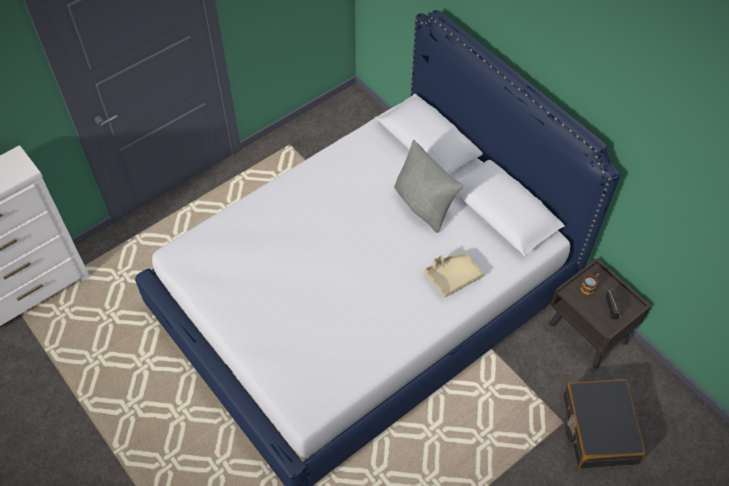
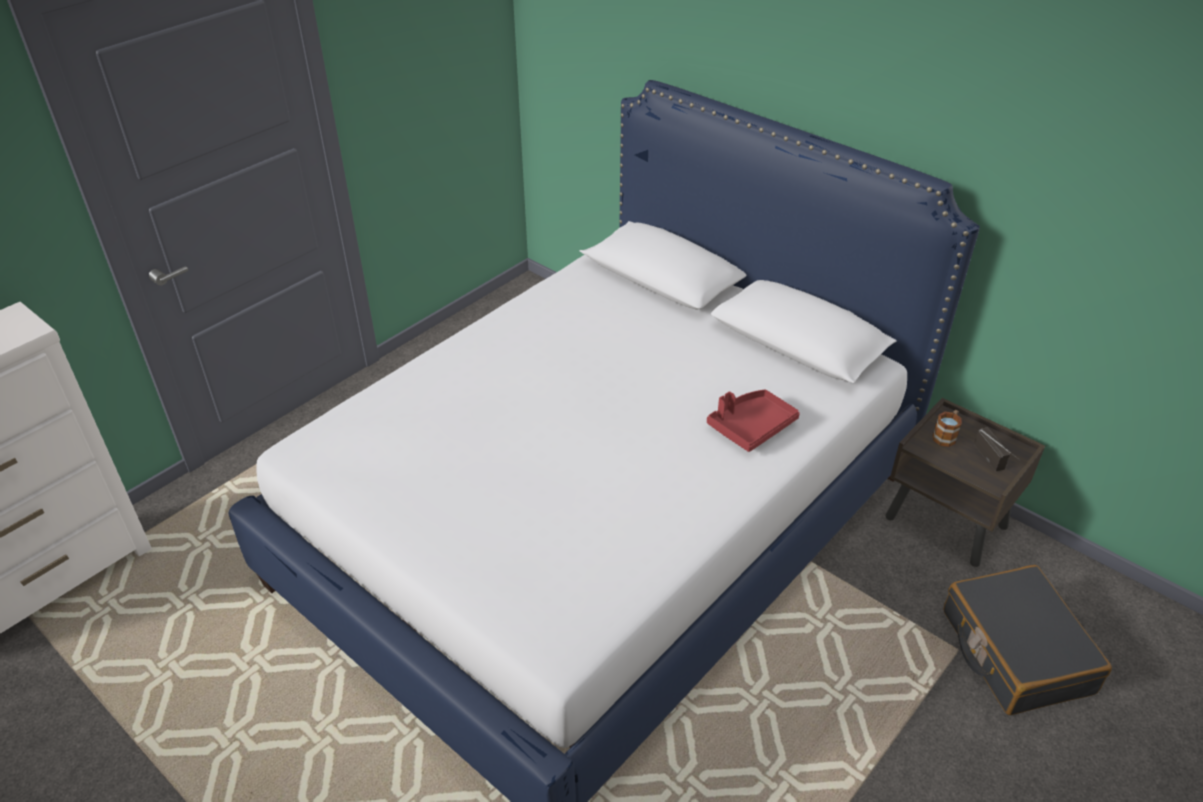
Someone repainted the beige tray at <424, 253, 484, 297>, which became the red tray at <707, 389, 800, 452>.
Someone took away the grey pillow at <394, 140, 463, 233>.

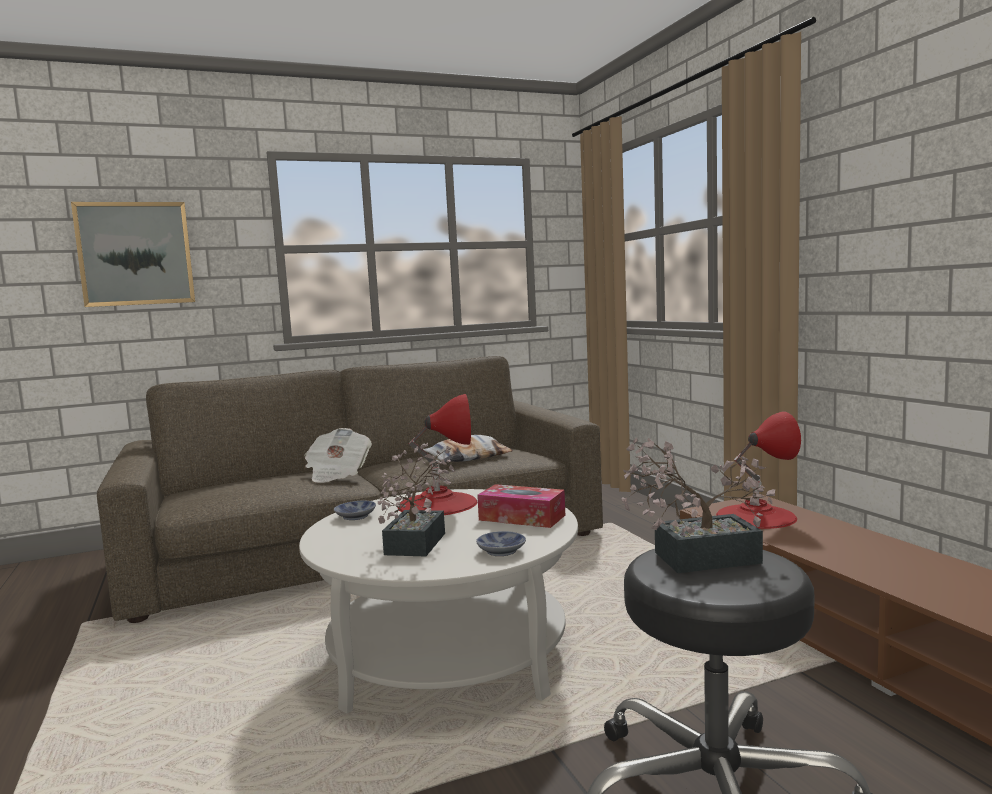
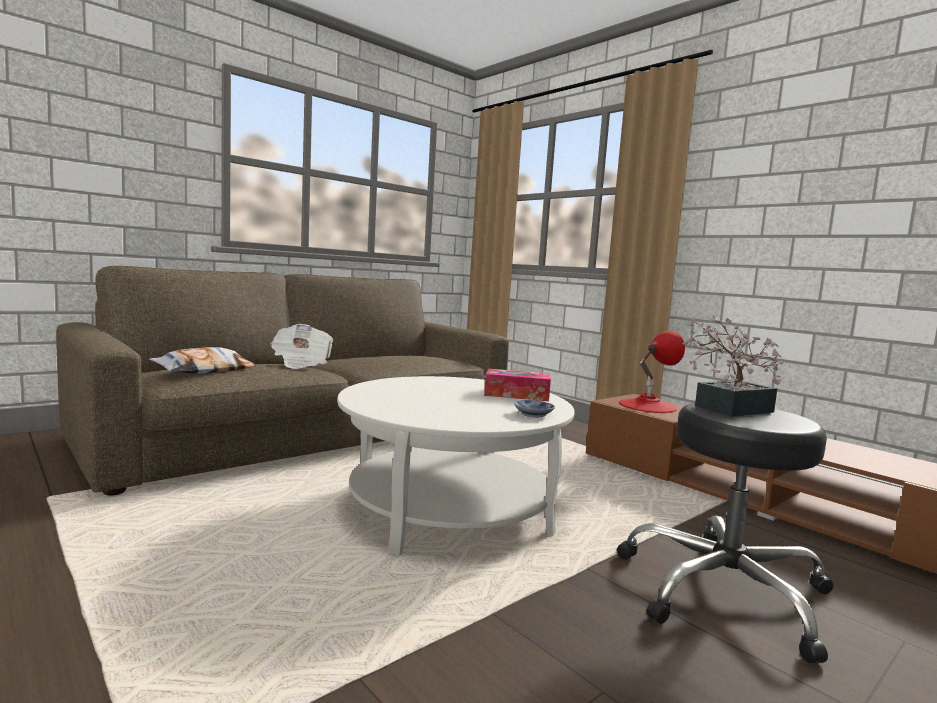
Someone carried the pillow from <423, 435, 513, 462> to <149, 347, 256, 374>.
Someone took away the picture at <71, 202, 195, 307>.
Someone took away the bowl at <334, 501, 376, 520>.
Someone took away the potted plant at <378, 443, 455, 557>.
Someone took away the red table lamp at <398, 394, 477, 515>.

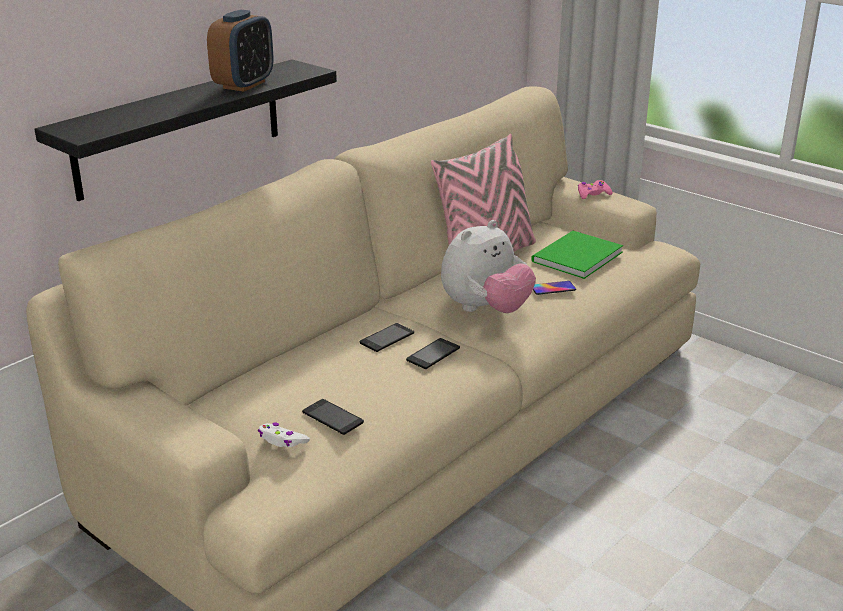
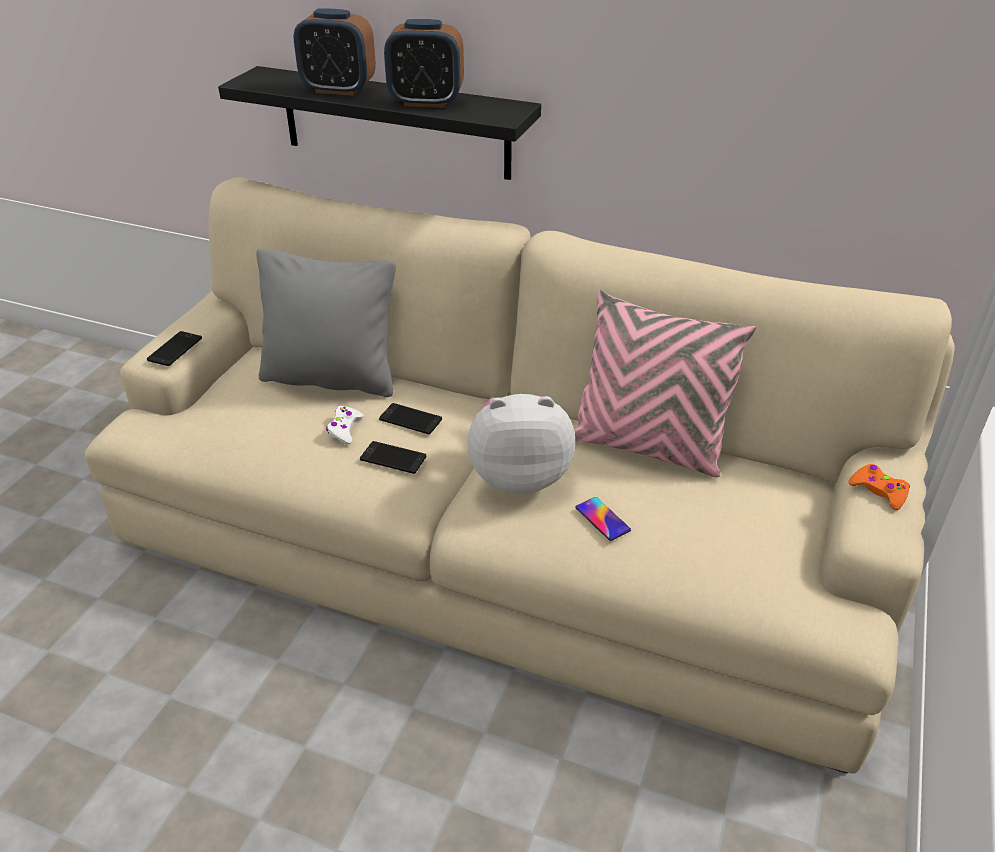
Someone carried the phone from <302, 399, 364, 435> to <147, 331, 202, 366>.
Someone put down the grey pillow at <256, 248, 396, 397>.
Someone put down the alarm clock at <294, 8, 376, 96>.
Someone carried the white game controller from <258, 423, 310, 447> to <326, 406, 363, 444>.
Someone rotated the plush toy at <441, 220, 536, 313> by 150 degrees clockwise.
Someone repainted the pink game controller at <578, 180, 613, 199>, which became the orange game controller at <849, 464, 910, 510>.
Someone took away the green book at <531, 231, 623, 279>.

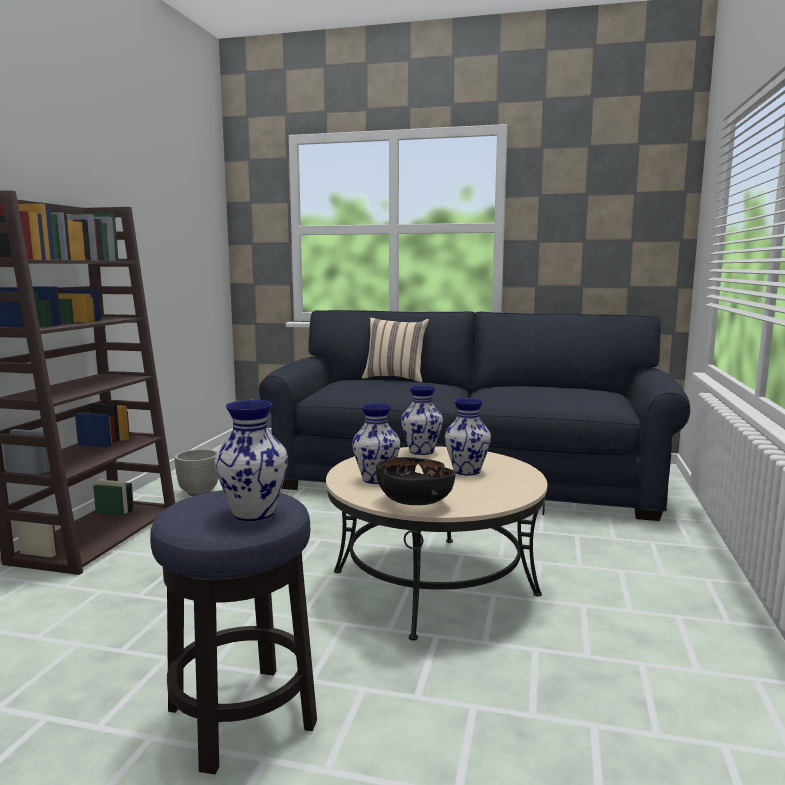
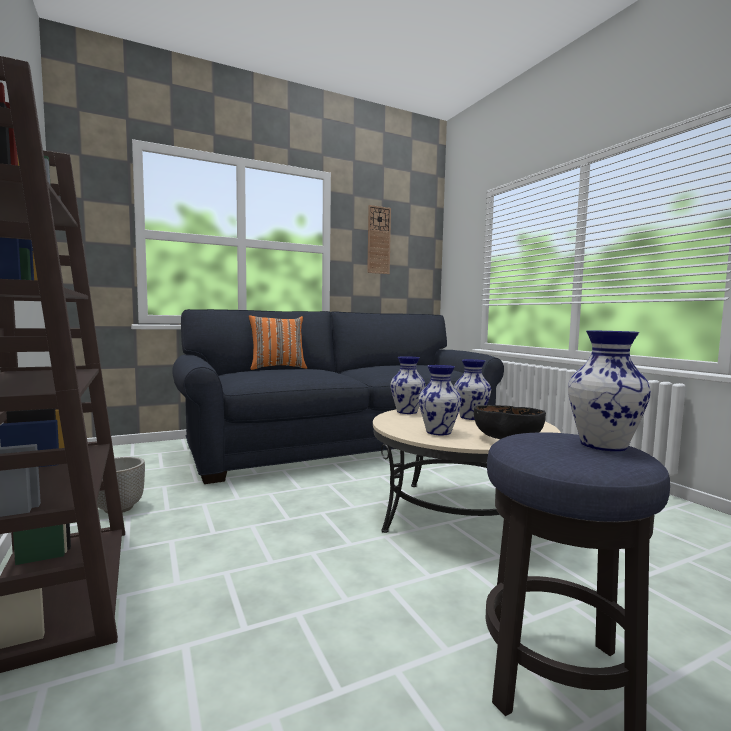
Someone repainted the beige pillow at <362, 318, 429, 383>, which became the orange pillow at <248, 315, 307, 370>.
Someone put up the wall clock at <367, 205, 391, 274>.

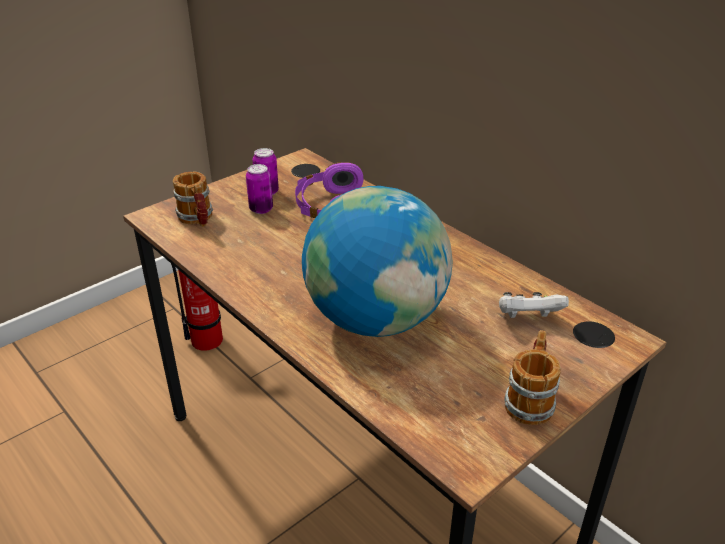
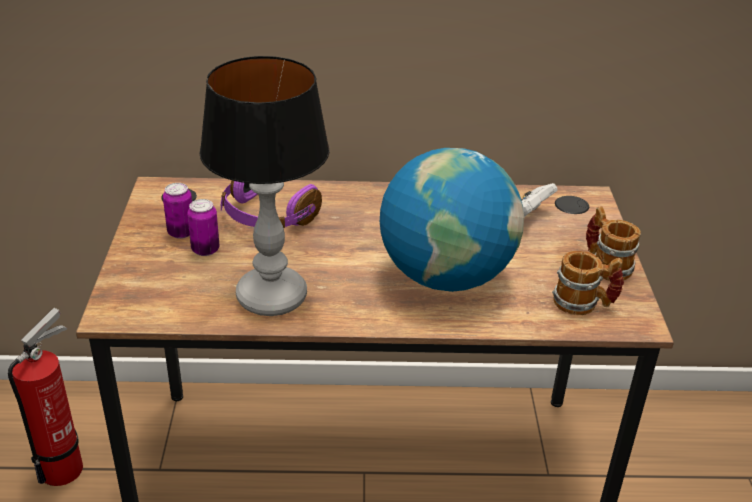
Someone put down the table lamp at <199, 56, 329, 316>.
Someone carried the mug from <173, 171, 213, 227> to <552, 251, 624, 315>.

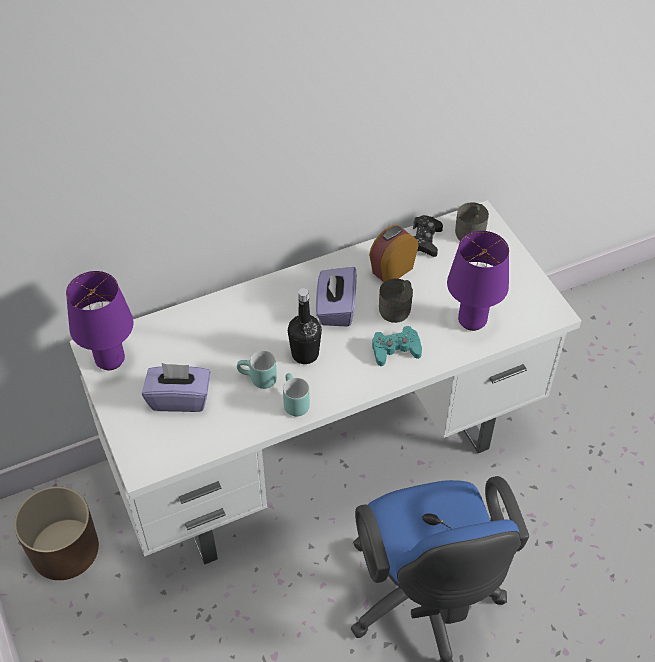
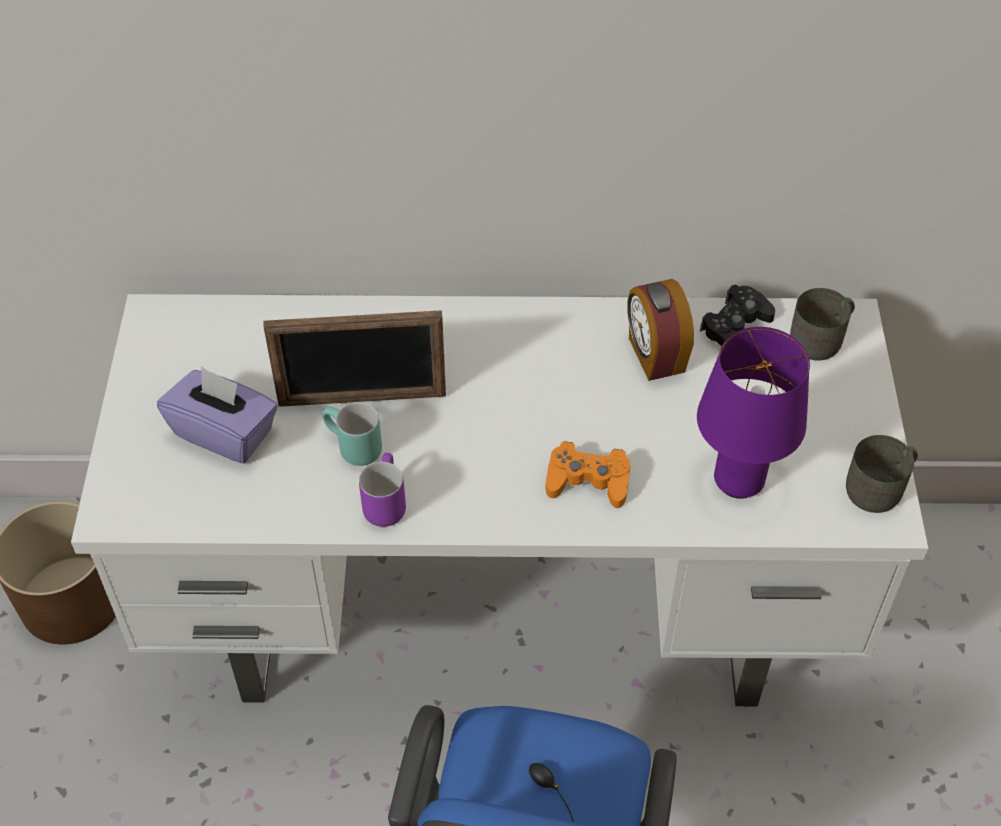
Someone put down the picture frame at <263, 310, 446, 407>.
Someone repainted the turquoise mug at <283, 373, 310, 416>, which became the purple mug at <359, 453, 406, 527>.
Someone repainted the turquoise game controller at <372, 326, 422, 366>, which became the orange game controller at <546, 441, 630, 508>.
Someone rotated the alarm clock at <369, 225, 419, 282> by 90 degrees counterclockwise.
Someone carried the grey mug from <379, 279, 413, 323> to <846, 435, 918, 513>.
Someone took away the purple table lamp at <66, 271, 133, 370>.
Someone took away the black bottle at <288, 288, 322, 364>.
Someone took away the purple tissue box at <316, 267, 357, 327>.

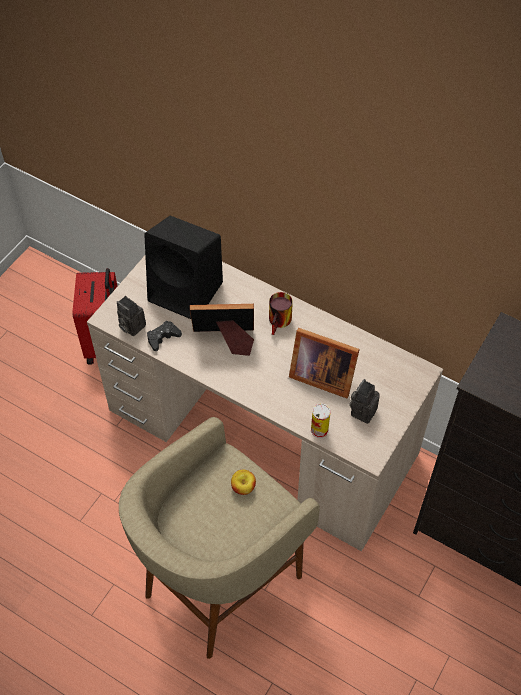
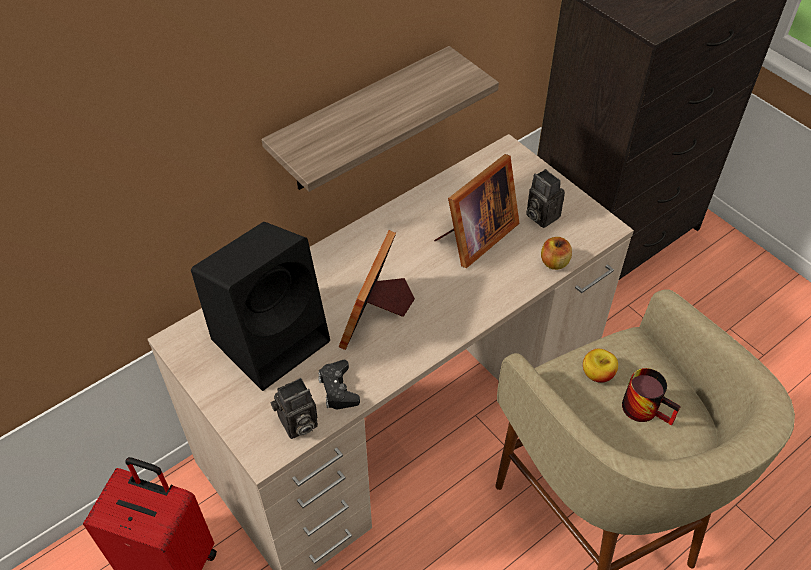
Someone put up the shelf at <262, 46, 499, 192>.
Someone swapped the can at <311, 403, 331, 438> for the apple at <541, 237, 572, 270>.
Someone carried the mug from <269, 292, 293, 335> to <622, 368, 681, 426>.

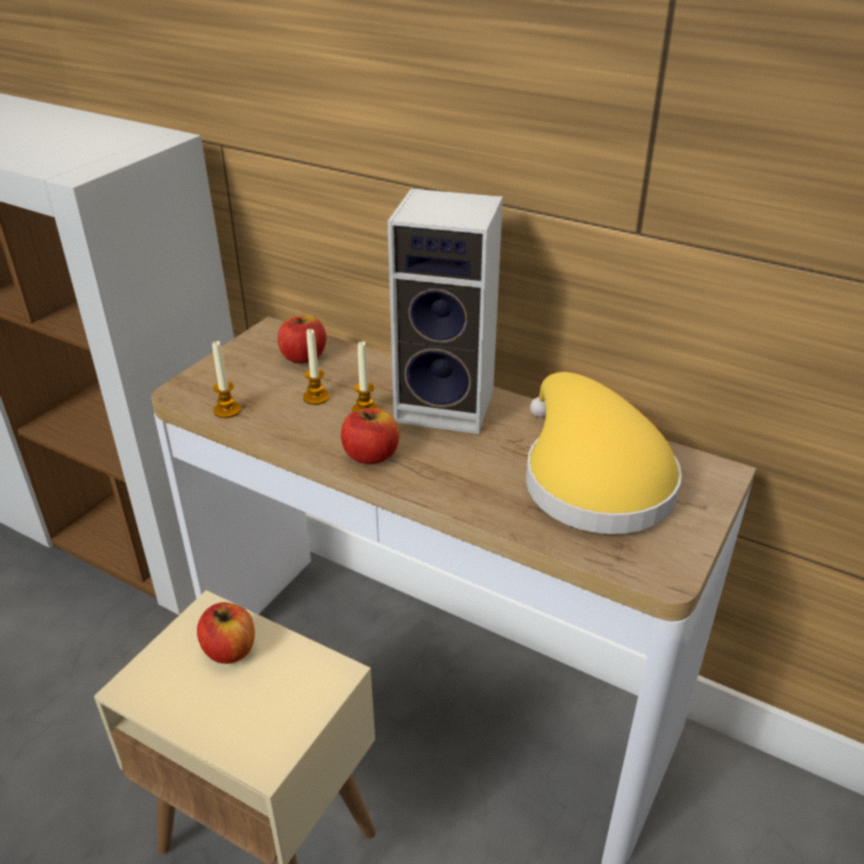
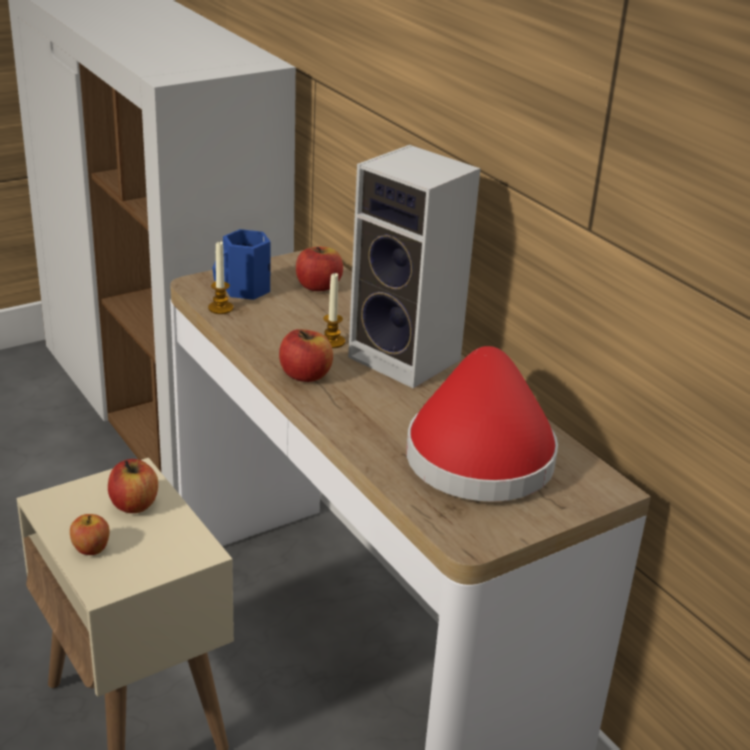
Someone put down the apple at <70, 514, 110, 555>.
Someone put down the blue mug at <212, 229, 271, 300>.
Someone repainted the yellow hat at <526, 372, 682, 534>, which became the red hat at <406, 346, 558, 502>.
Someone took away the candle at <303, 329, 330, 405>.

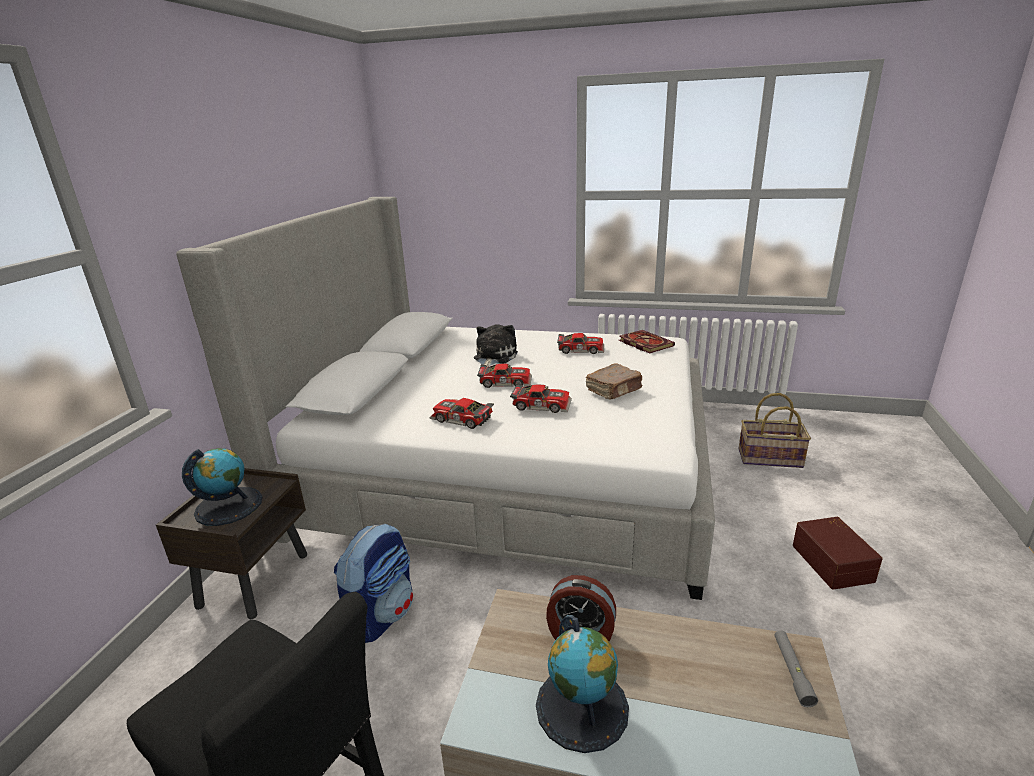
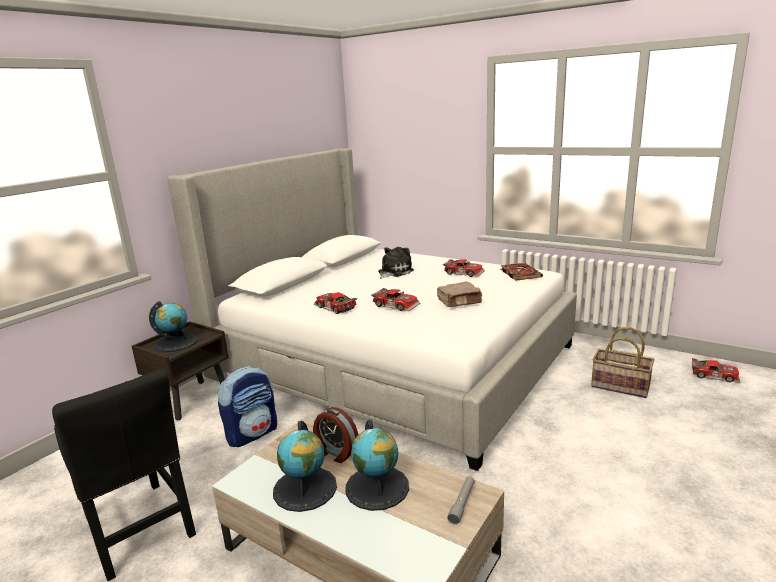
Someone put down the globe at <345, 419, 409, 511>.
Someone carried the toy car from <477, 364, 532, 388> to <692, 358, 740, 383>.
Someone took away the brown storage box at <793, 517, 883, 590>.

